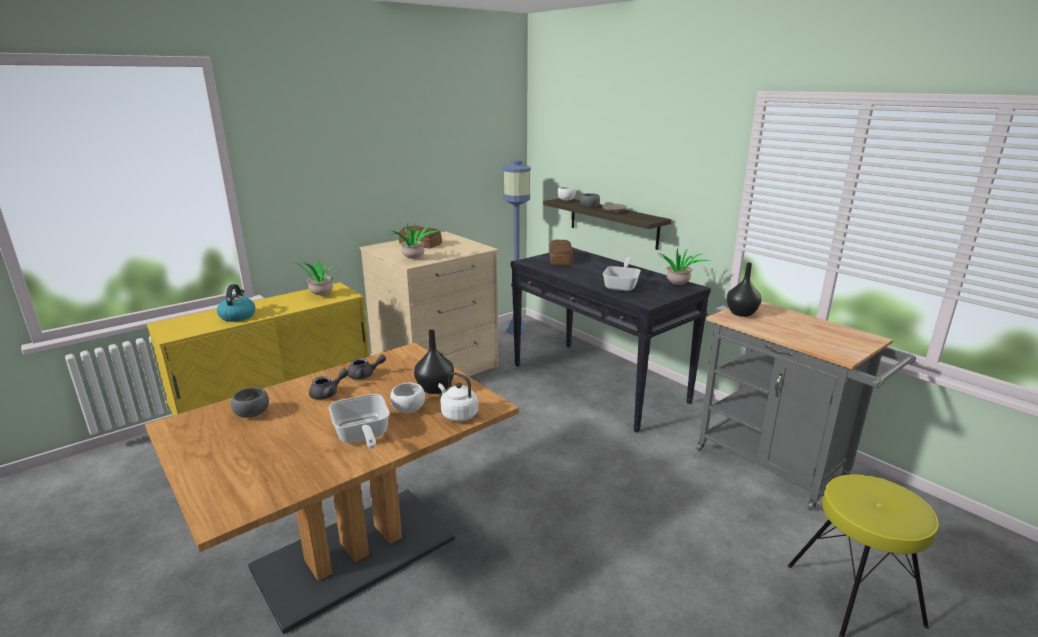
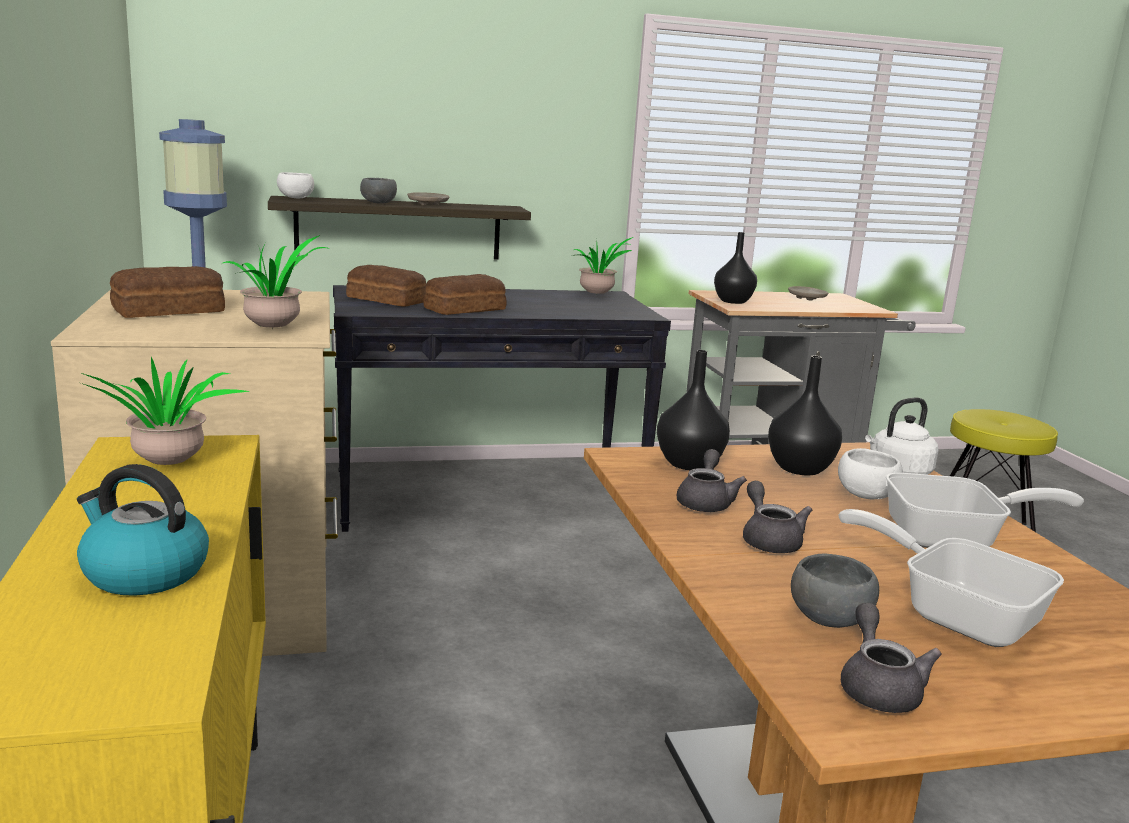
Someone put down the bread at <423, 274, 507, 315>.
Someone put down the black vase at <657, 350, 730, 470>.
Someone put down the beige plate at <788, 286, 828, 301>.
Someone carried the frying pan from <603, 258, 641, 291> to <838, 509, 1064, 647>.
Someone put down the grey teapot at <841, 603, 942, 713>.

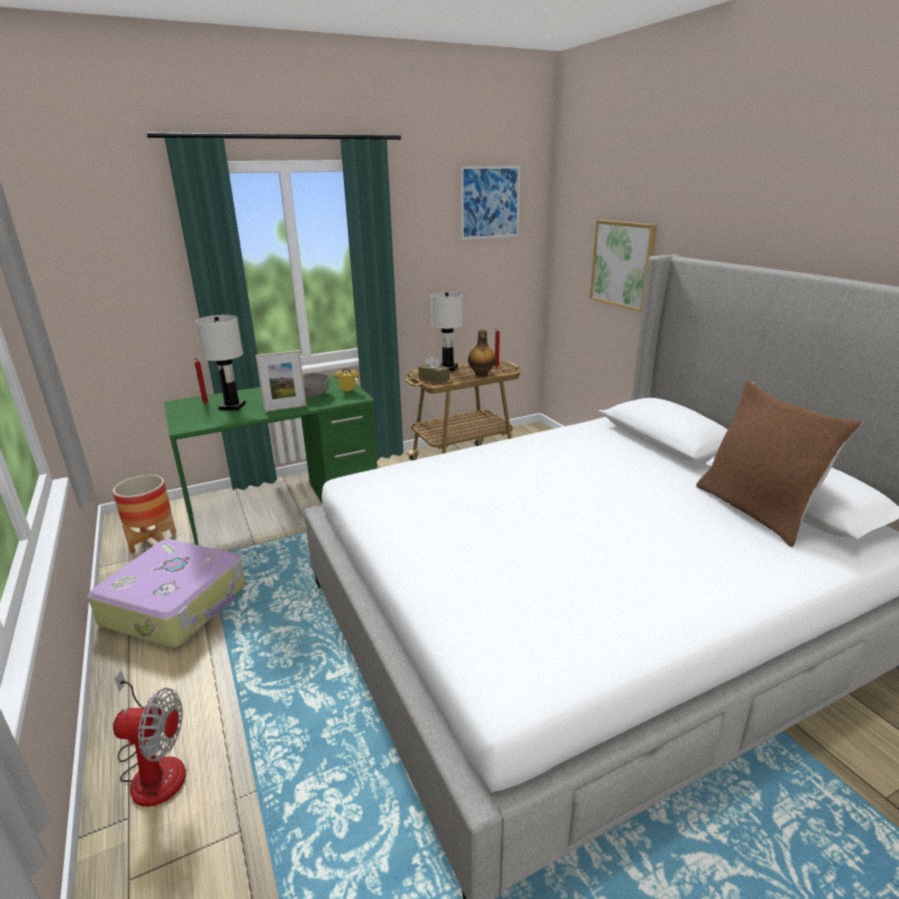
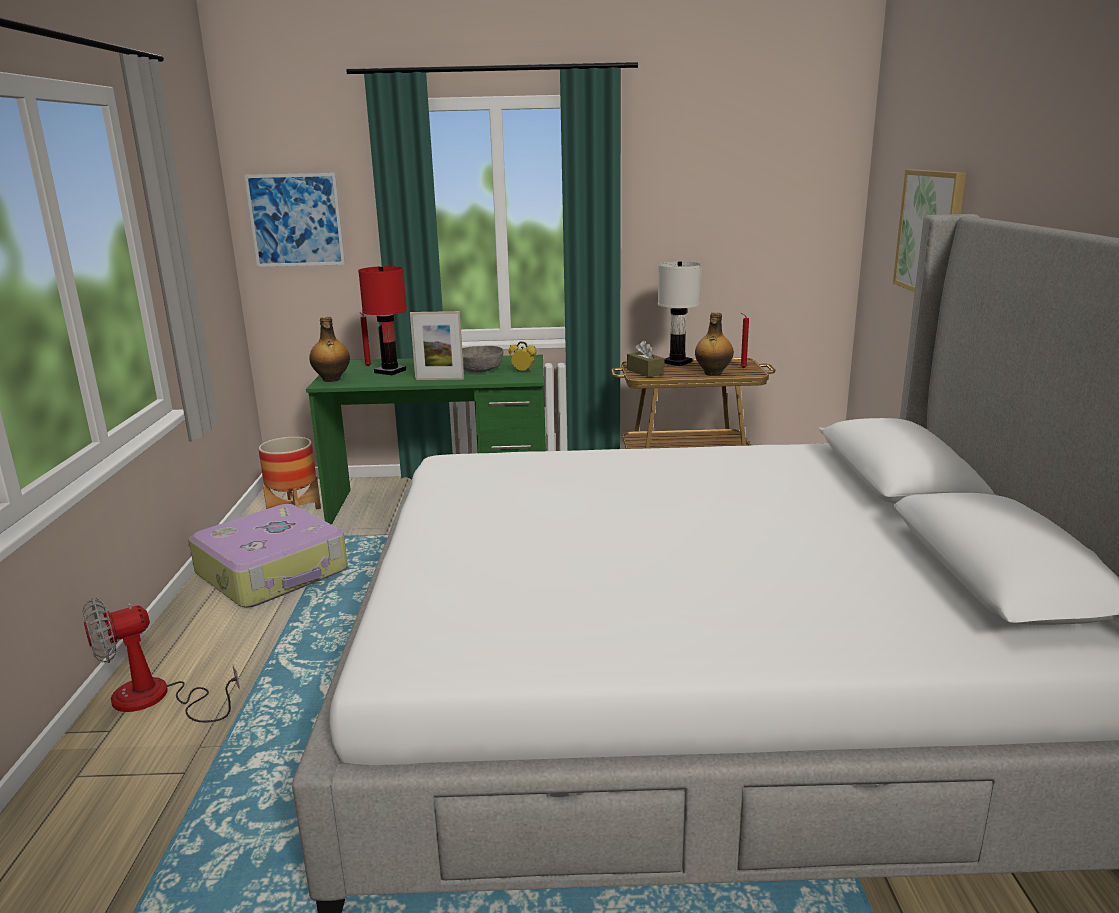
Someone rotated the fan at <113, 670, 186, 807> by 120 degrees clockwise.
Someone carried the picture from <460, 166, 520, 240> to <244, 173, 345, 267>.
Someone put down the bottle at <309, 317, 350, 382>.
Someone repainted the white table lamp at <196, 315, 246, 410>, which became the red table lamp at <358, 266, 407, 375>.
Someone took away the brown pillow at <696, 380, 863, 547>.

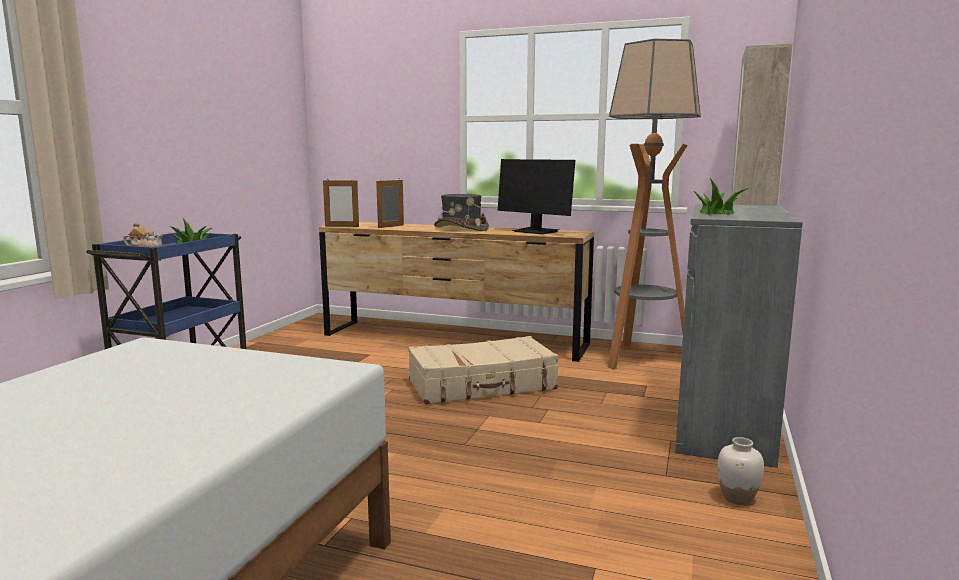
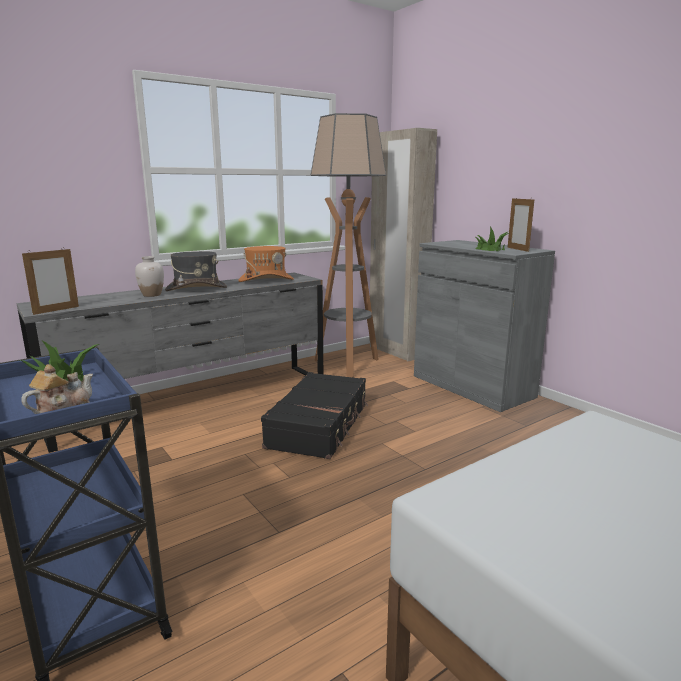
Someone repainted the brown dresser at <319, 222, 594, 362>, which became the grey dresser at <17, 273, 323, 453>.
Someone carried the white vase from <717, 437, 764, 505> to <135, 256, 164, 297>.
Someone swapped the monitor at <498, 159, 575, 234> for the orange hat at <238, 246, 294, 282>.
Someone repainted the beige suitcase at <408, 336, 558, 404>, which became the black suitcase at <261, 372, 368, 459>.
Someone carried the picture frame from <376, 179, 404, 228> to <507, 197, 535, 252>.

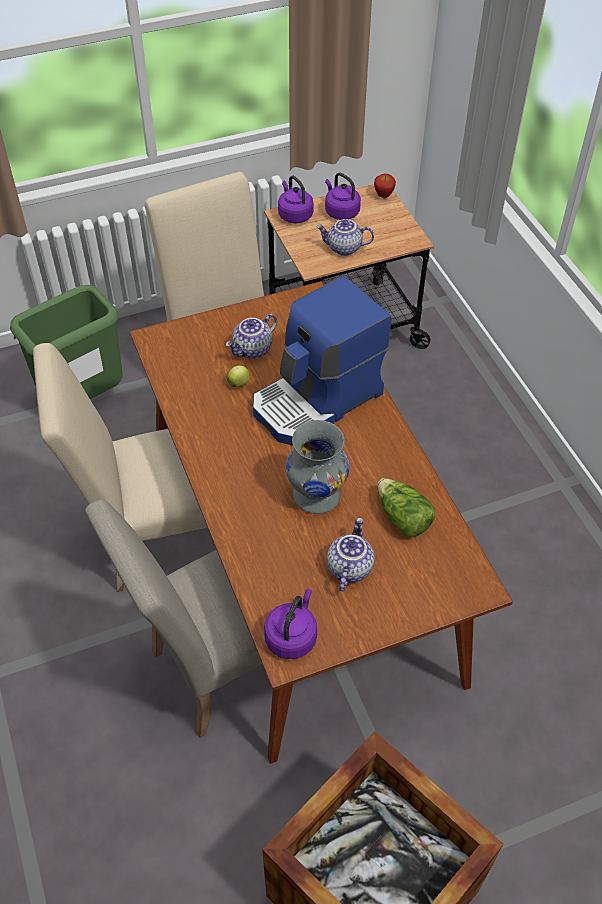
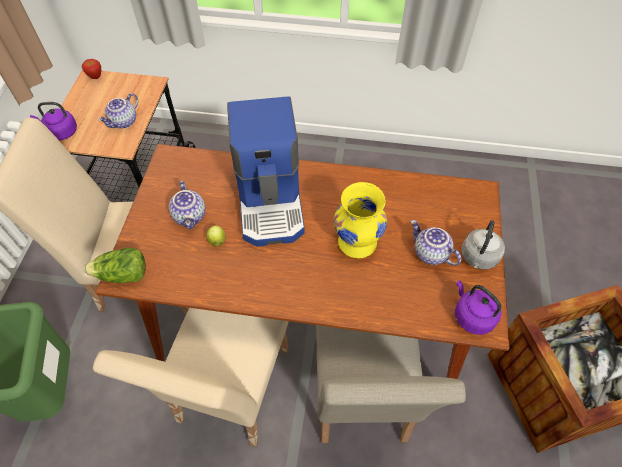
Someone carried the lettuce from <378, 478, 435, 537> to <84, 248, 146, 283>.
Someone repainted the grey vase at <286, 420, 349, 514>, which became the yellow vase at <334, 182, 387, 259>.
Someone put down the grey kettle at <462, 220, 505, 270>.
Someone took away the purple kettle at <325, 173, 361, 220>.

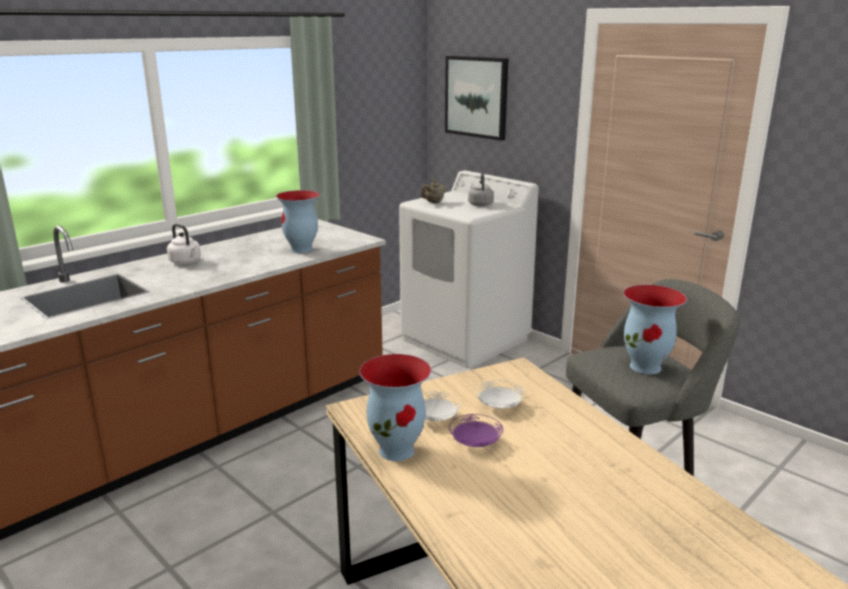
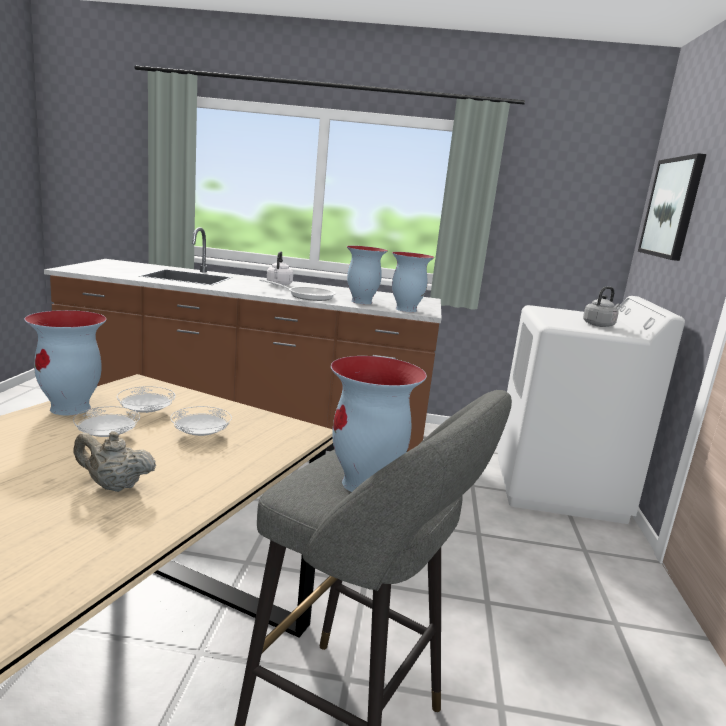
Someone repainted the purple plate at <449, 414, 503, 447>, which became the white plate at <73, 406, 140, 437>.
Someone carried the beige teapot from <421, 180, 446, 203> to <73, 431, 156, 492>.
Someone put down the frying pan at <259, 279, 336, 301>.
Someone put down the vase at <392, 252, 434, 312>.

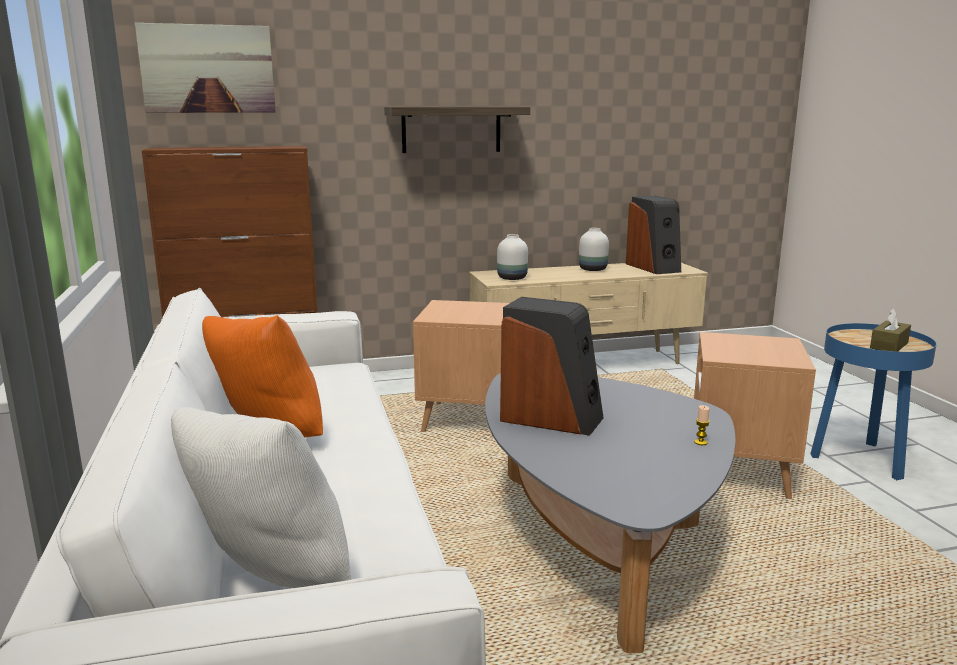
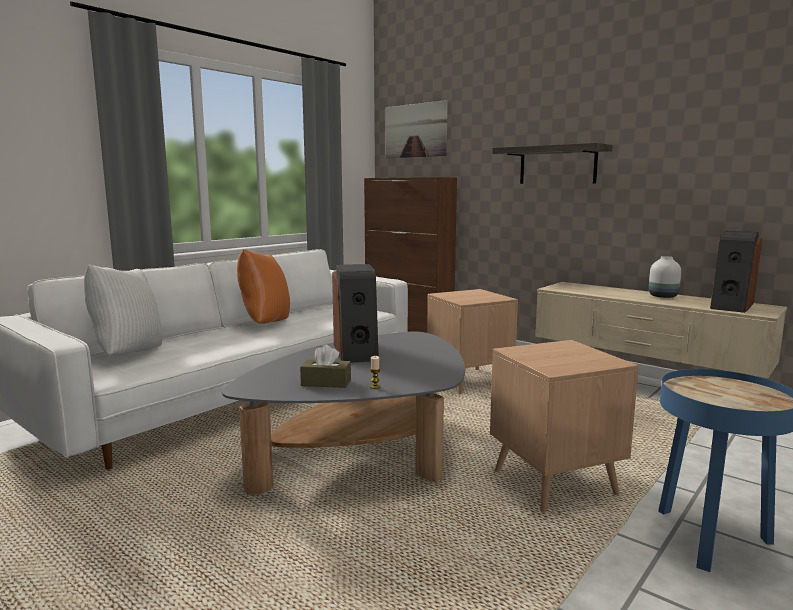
Someone carried the brown tissue box from <870, 309, 911, 352> to <300, 345, 351, 388>.
Someone took away the white vase at <497, 234, 528, 280>.

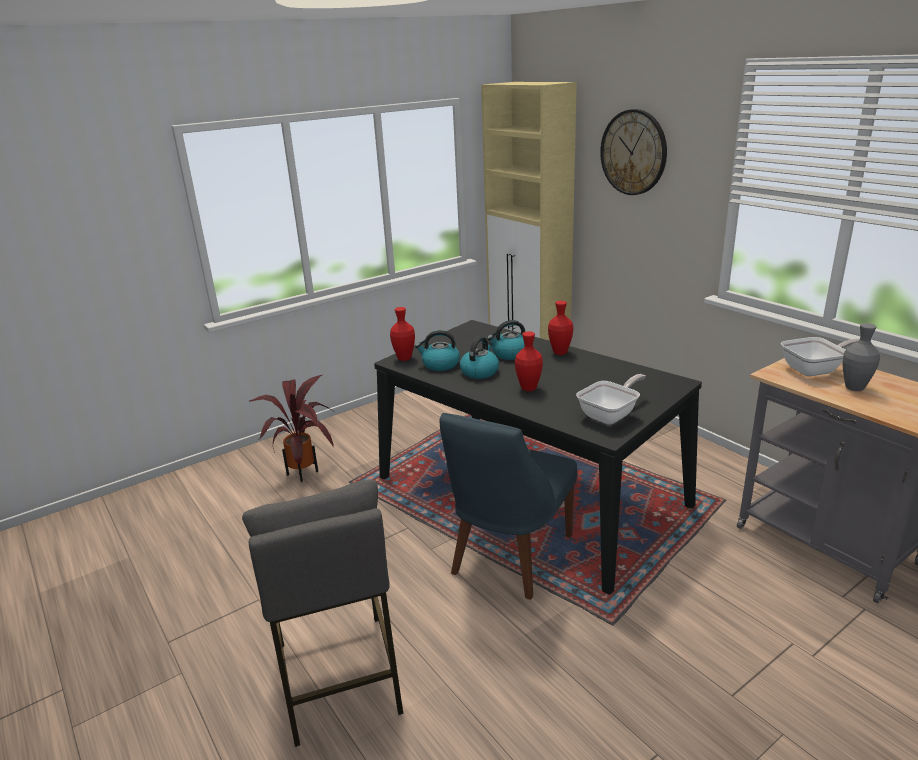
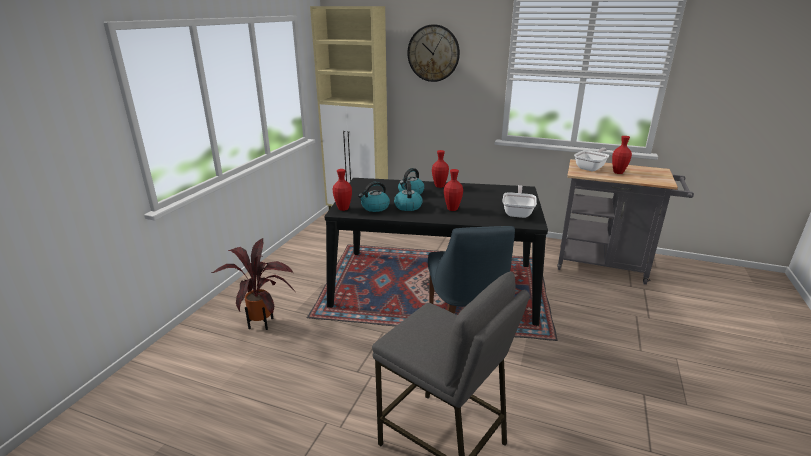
Someone repainted the grey vase at <843, 323, 880, 391>, which became the red vase at <612, 136, 632, 174>.

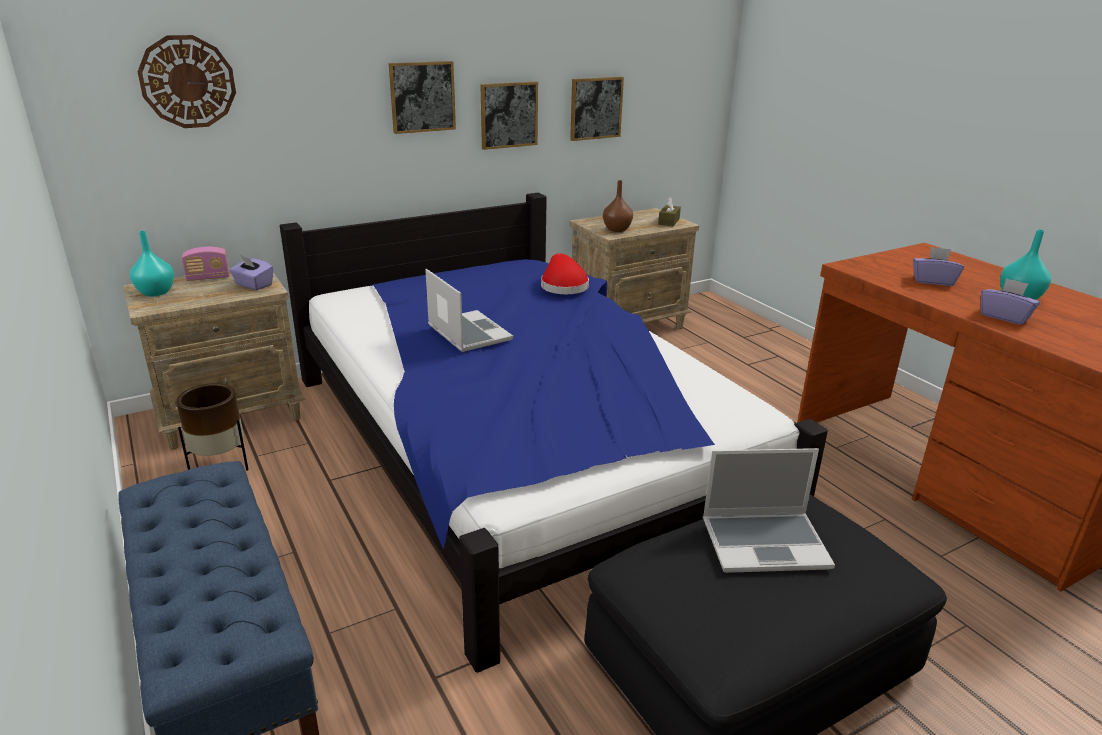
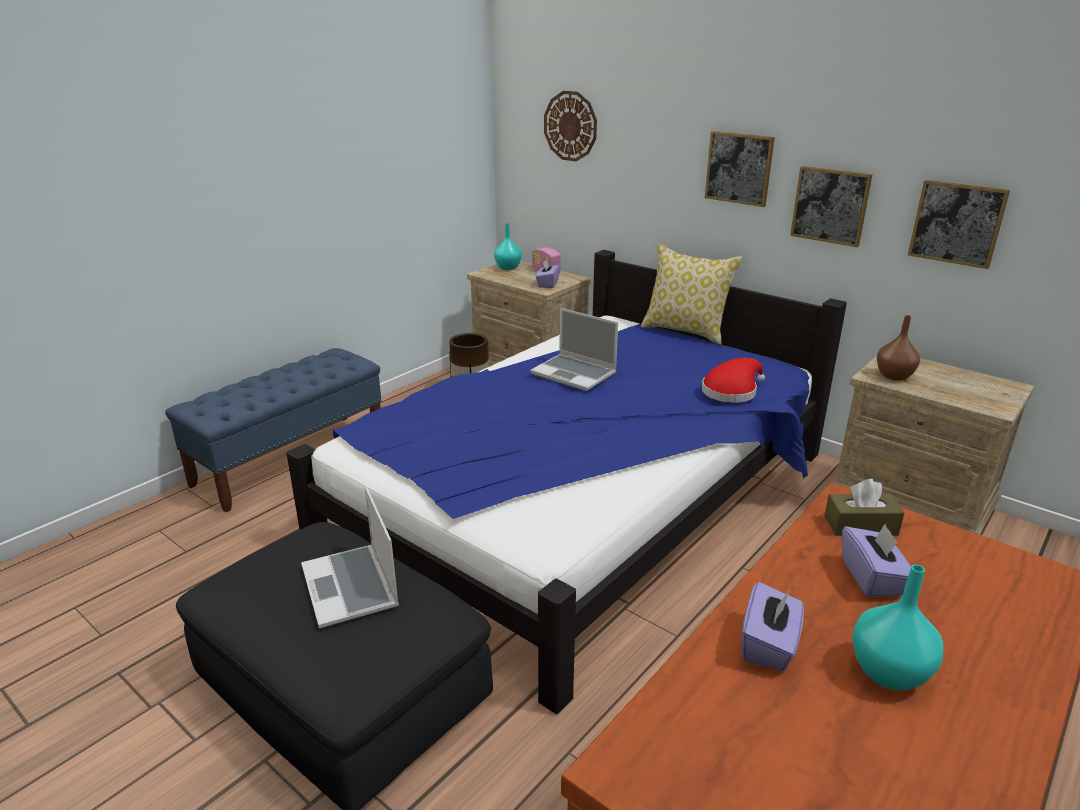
Someone rotated the laptop at <425, 269, 513, 352> by 90 degrees clockwise.
Someone put down the pillow at <641, 244, 742, 344>.
Someone carried the brown tissue box from <658, 197, 681, 226> to <824, 479, 904, 536>.

